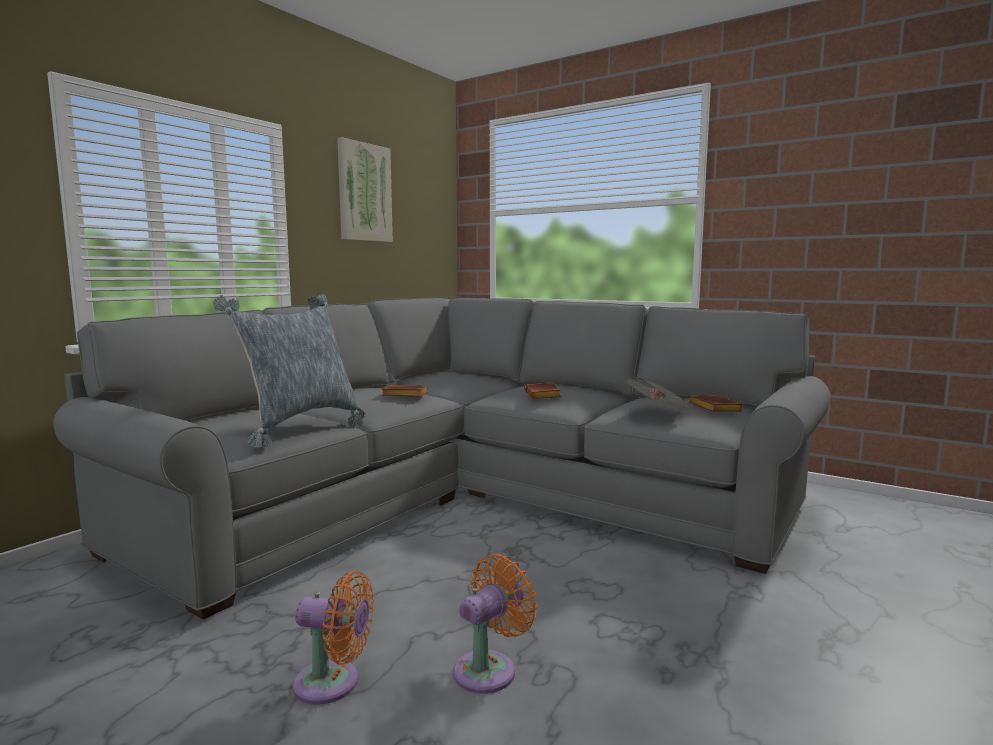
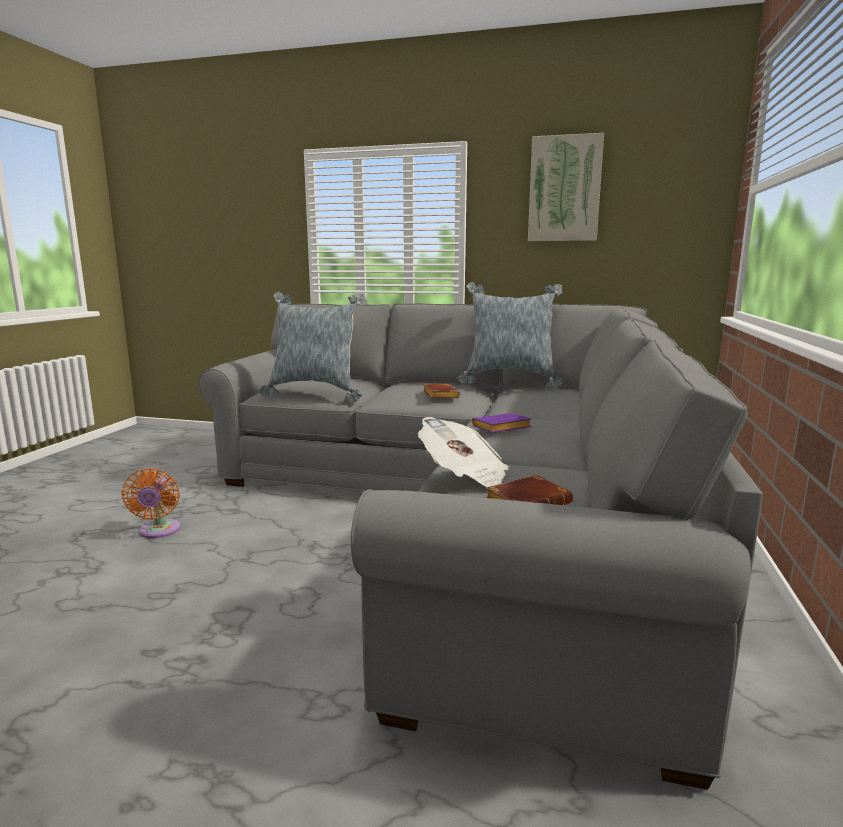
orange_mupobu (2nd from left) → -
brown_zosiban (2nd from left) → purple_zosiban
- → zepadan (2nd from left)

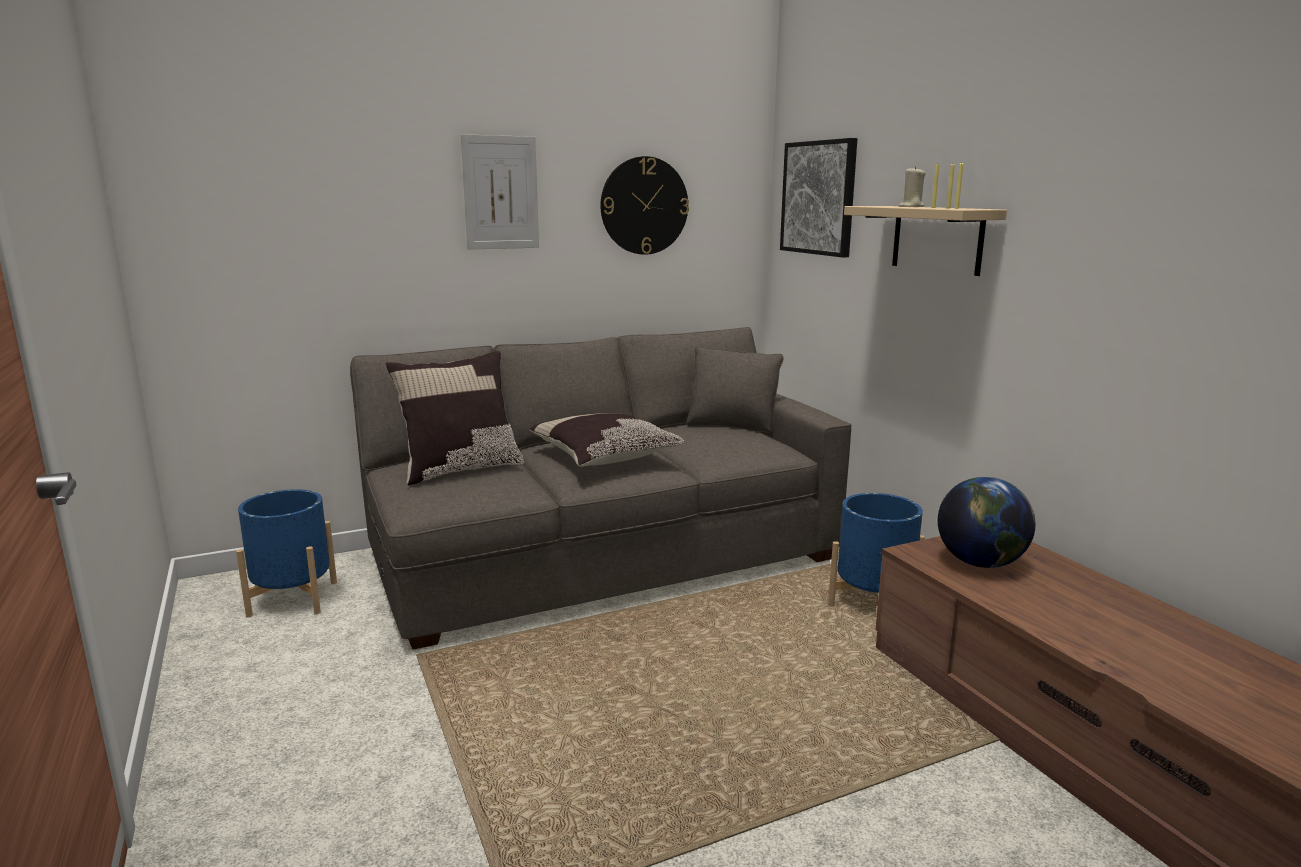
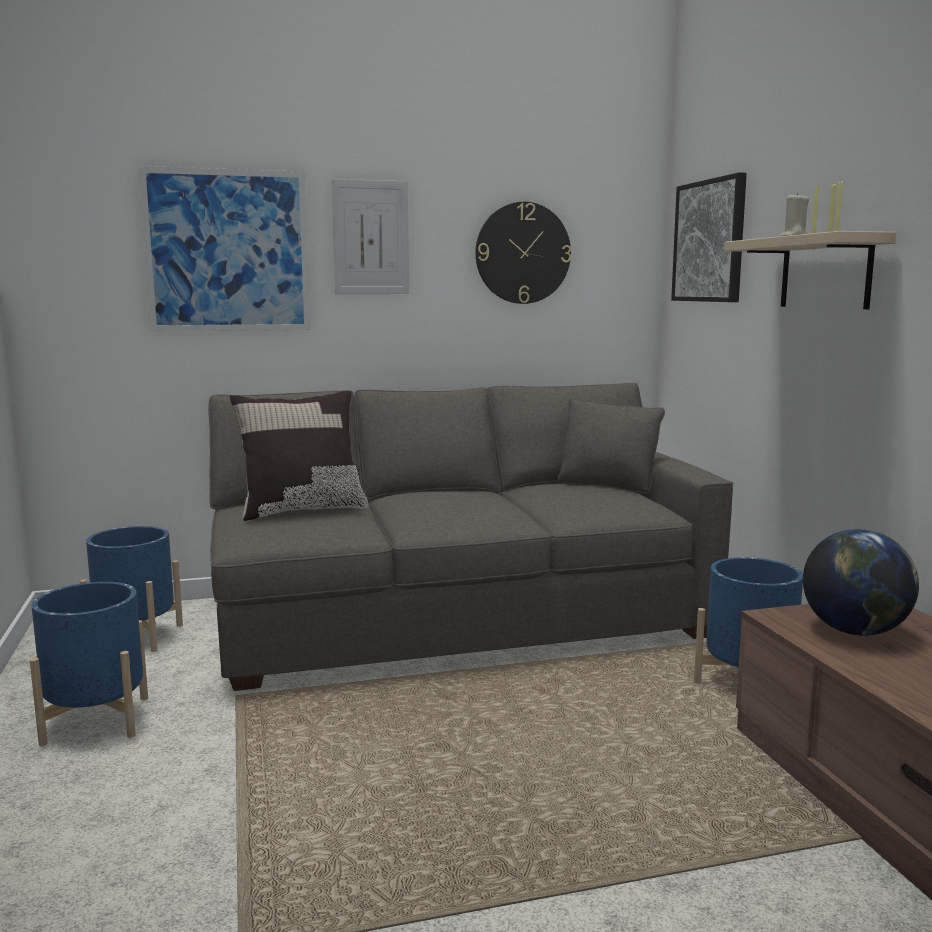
zepadan (2nd from left) → -
- → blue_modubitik (1st from left)
- → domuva (1st from left)

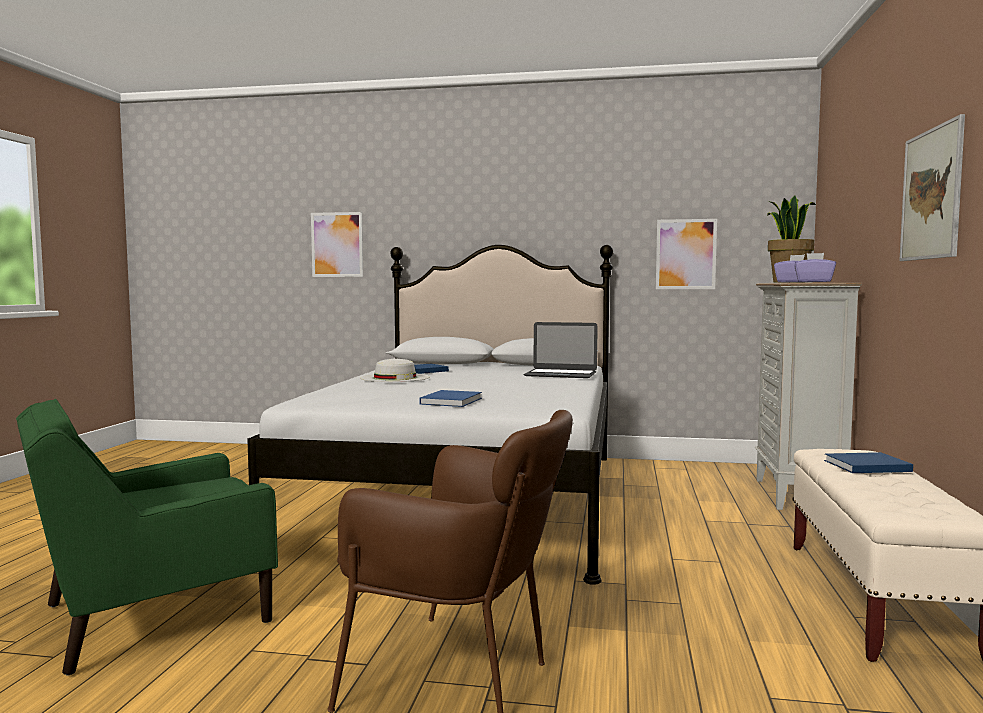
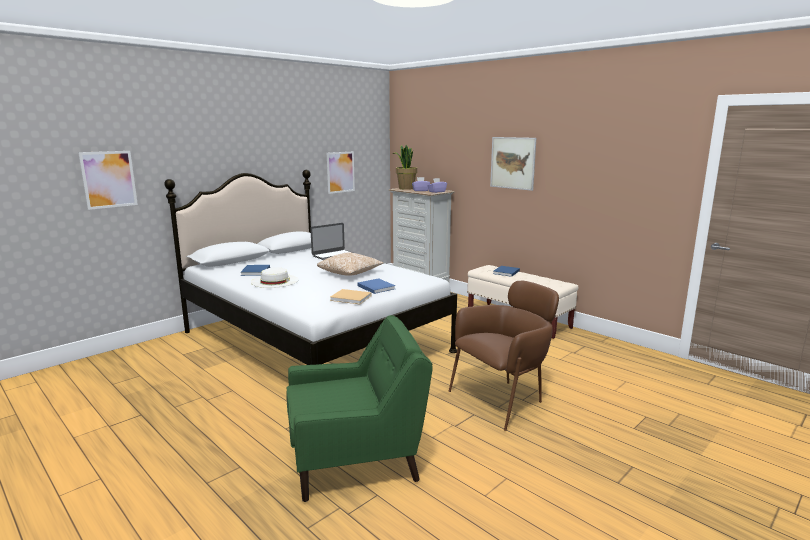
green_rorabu, 105 degrees counterclockwise
- → zepadan
- → beige_zosiban

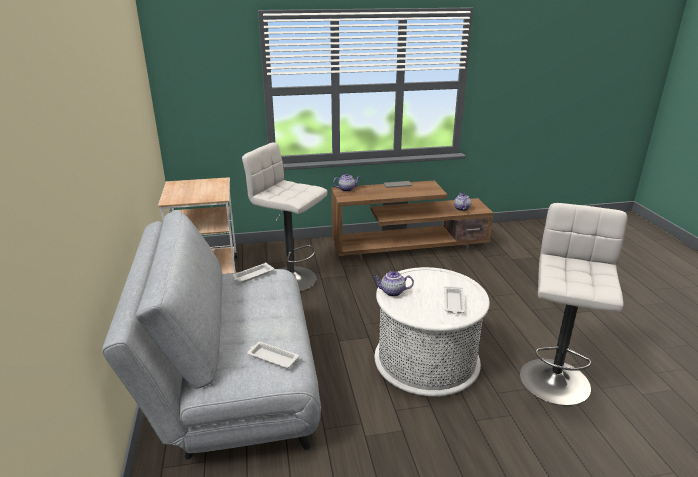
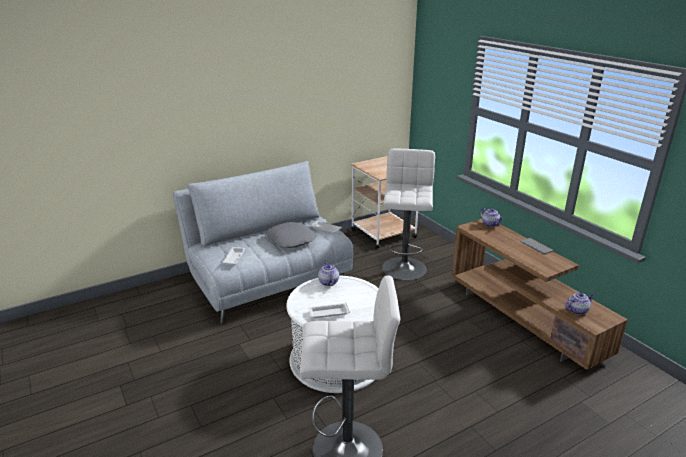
- → grey_zepadan

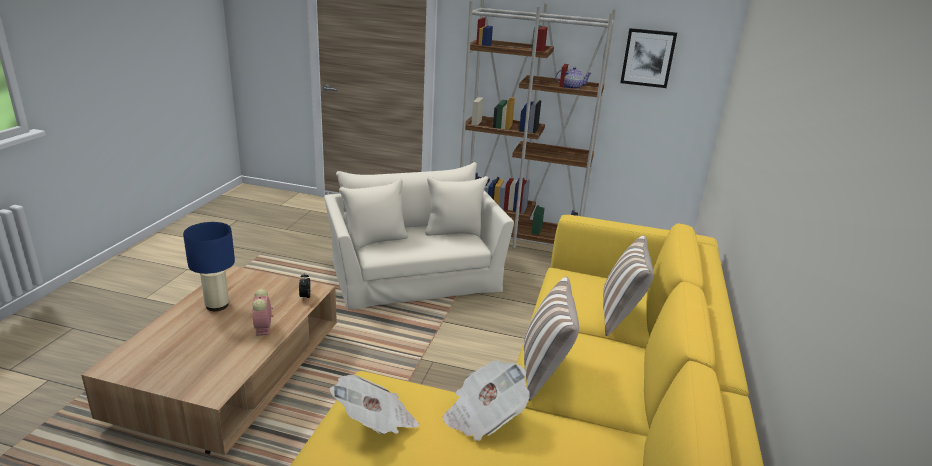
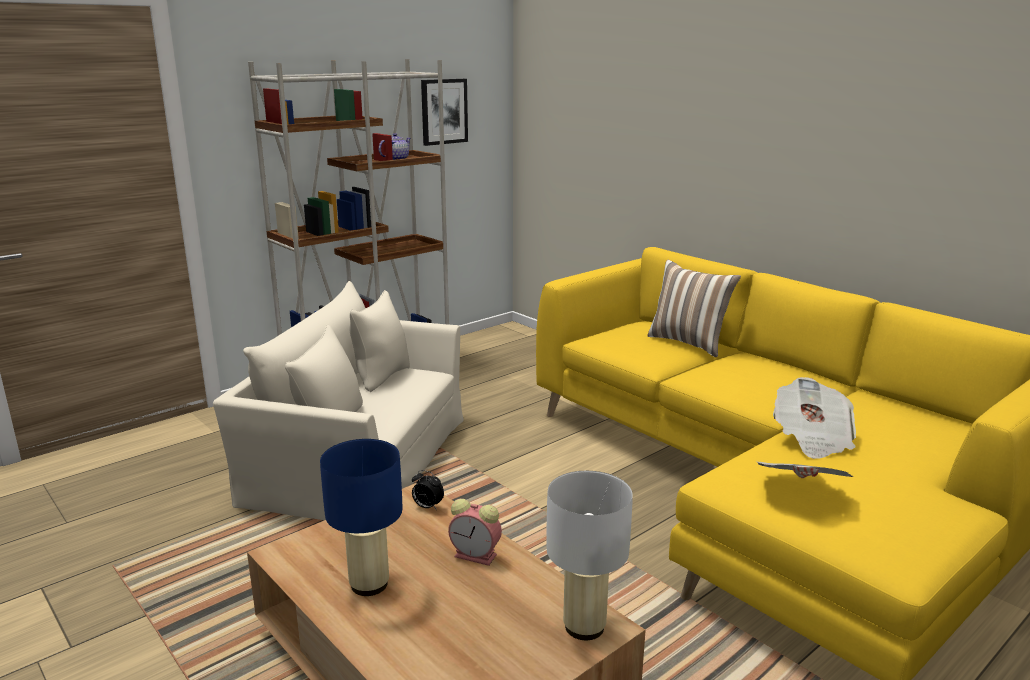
zepadan (1st from left) → -
- → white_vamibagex

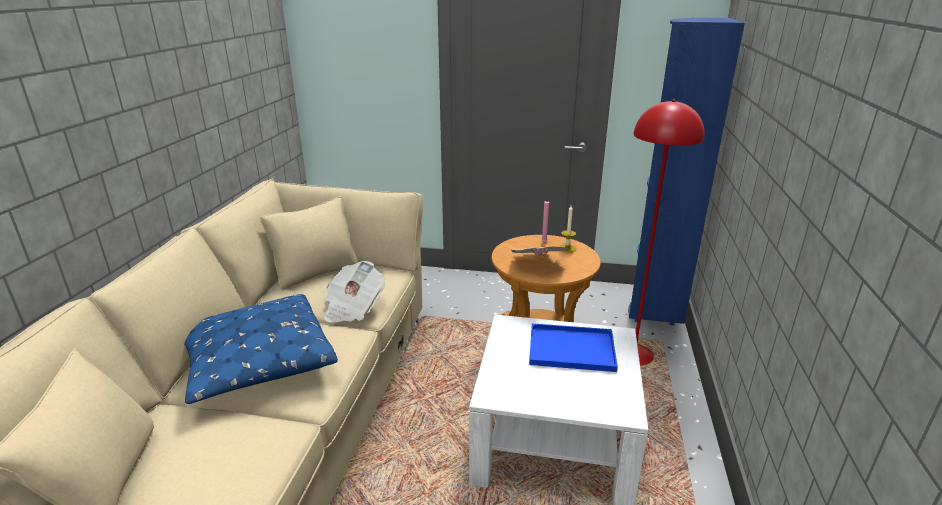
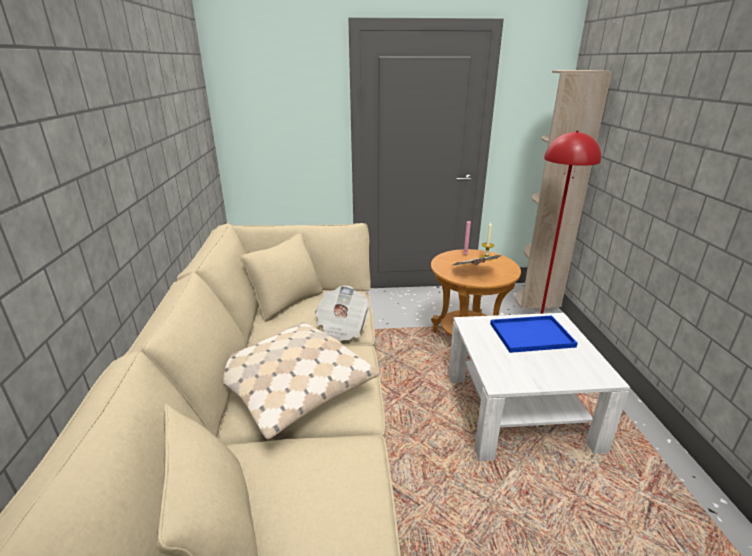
blue_zepadan → beige_zepadan
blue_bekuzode → beige_bekuzode

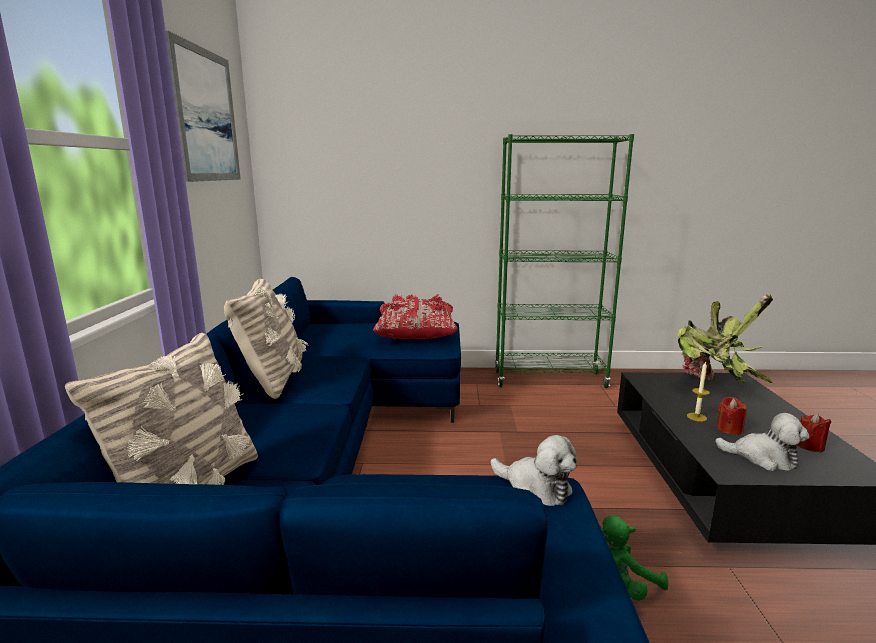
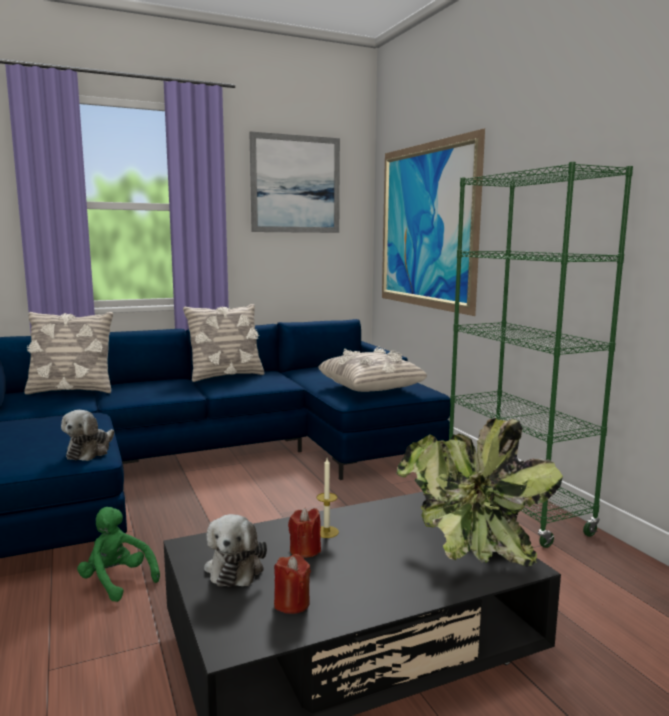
red_zepadan → beige_zepadan (3rd from left)
- → domuva (2nd from left)

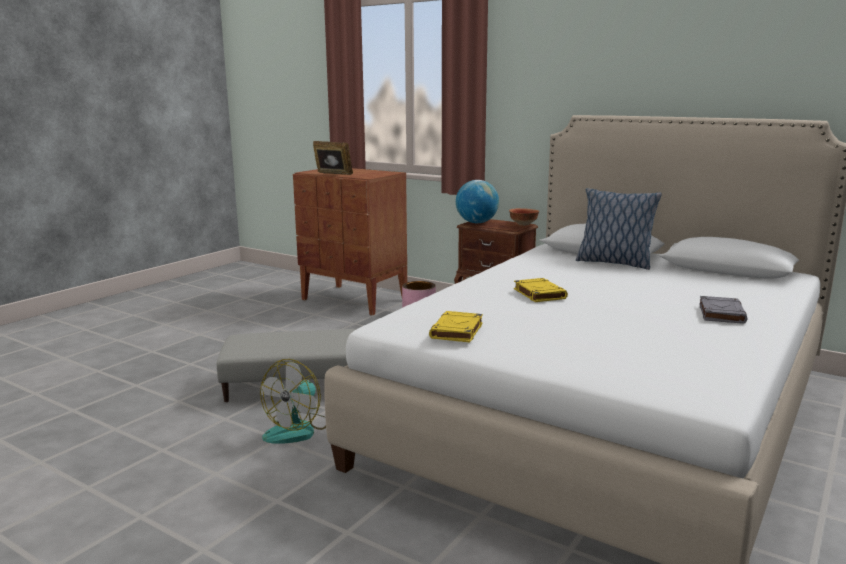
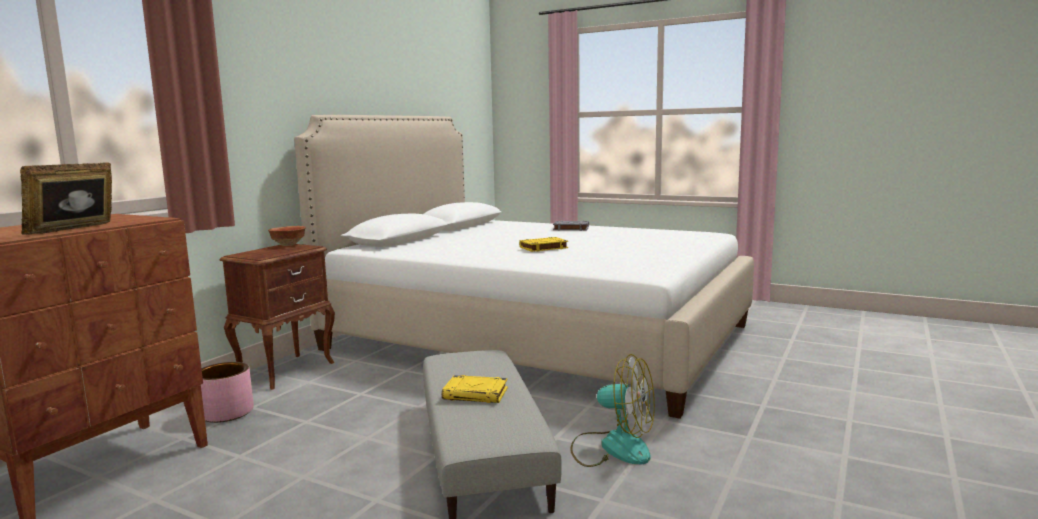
yellow_zosiban (1st from left), moved
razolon → -
zepadan → -

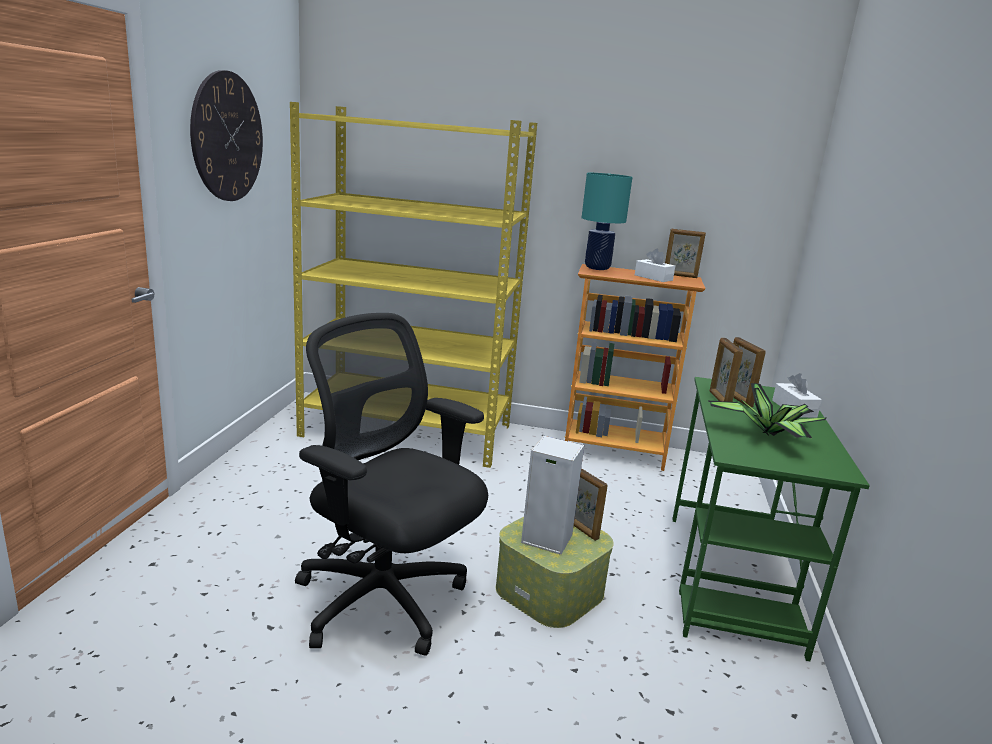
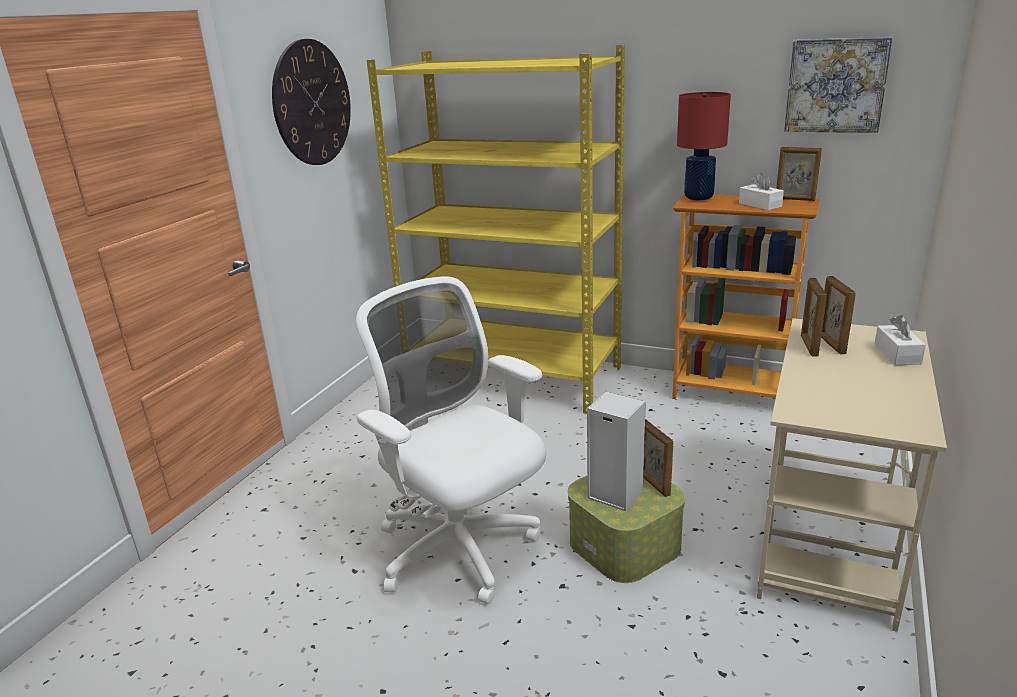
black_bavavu → white_bavavu
turquoise_vamibagex → red_vamibagex
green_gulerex → beige_gulerex
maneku → -
- → domuva

